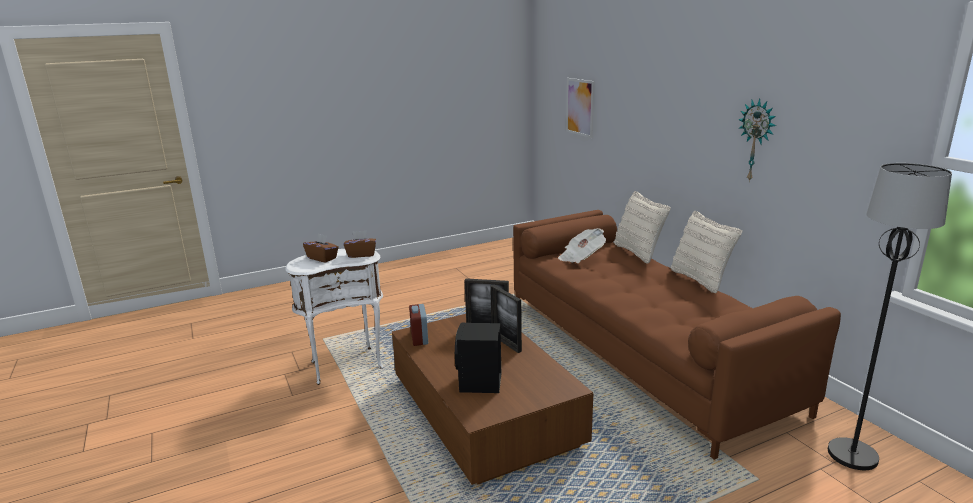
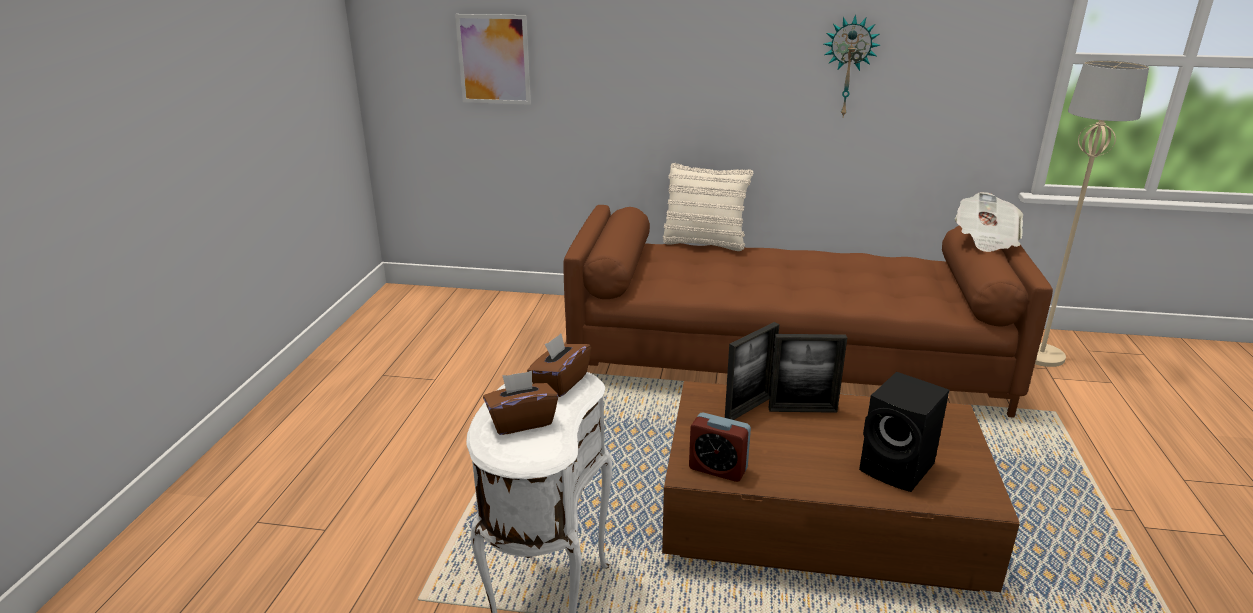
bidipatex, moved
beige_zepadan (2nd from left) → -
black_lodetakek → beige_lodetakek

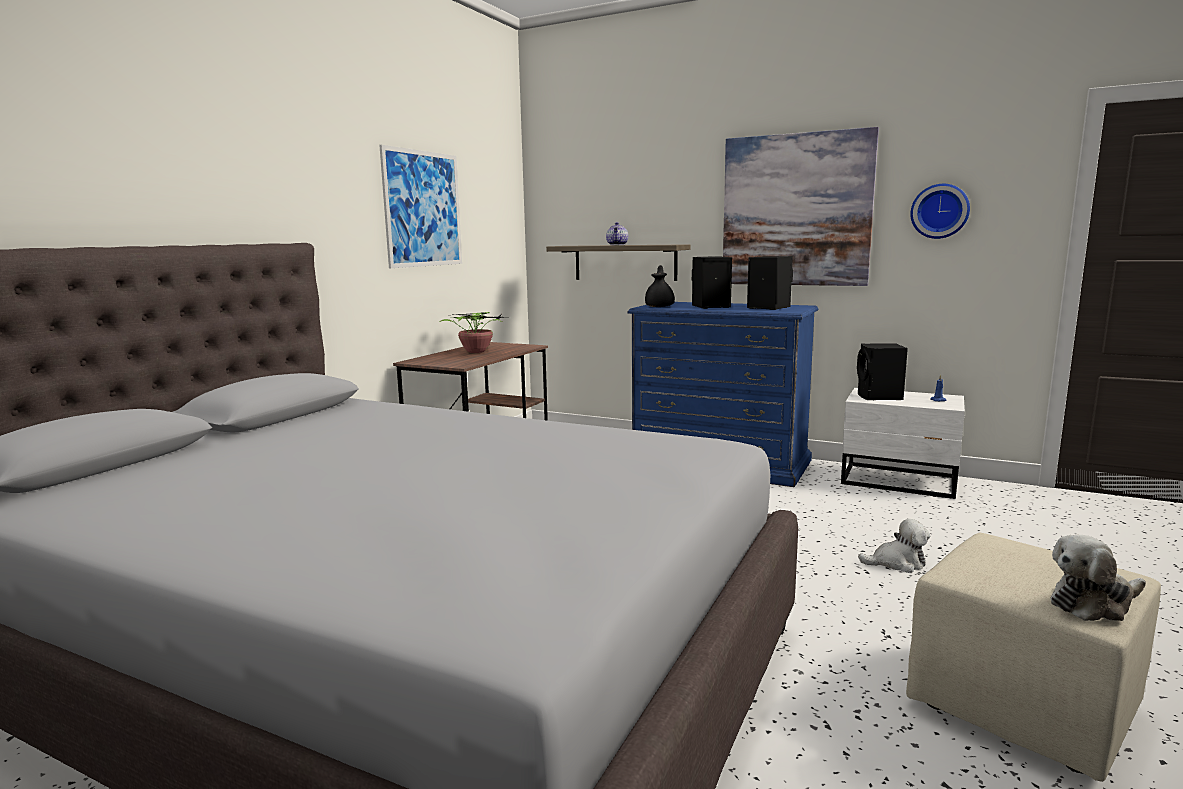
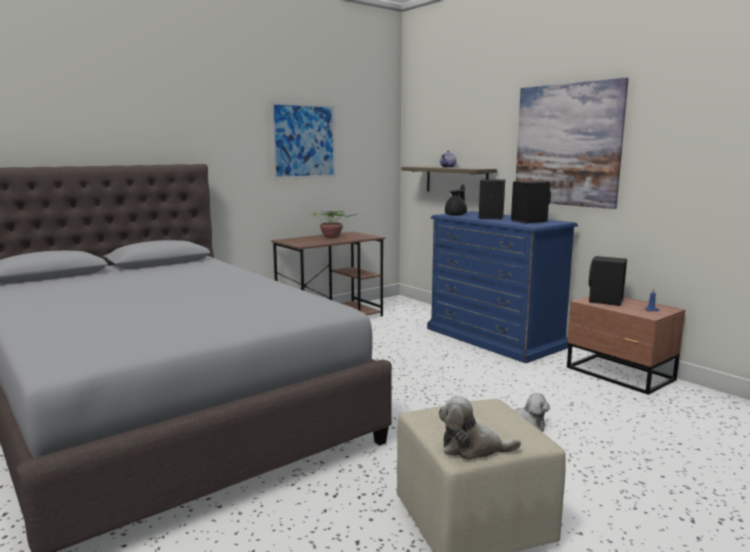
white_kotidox → brown_kotidox
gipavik → -

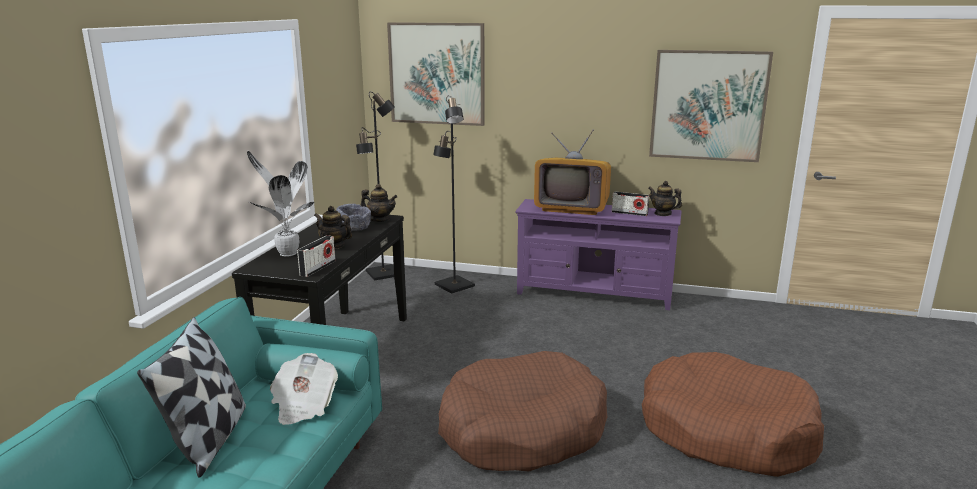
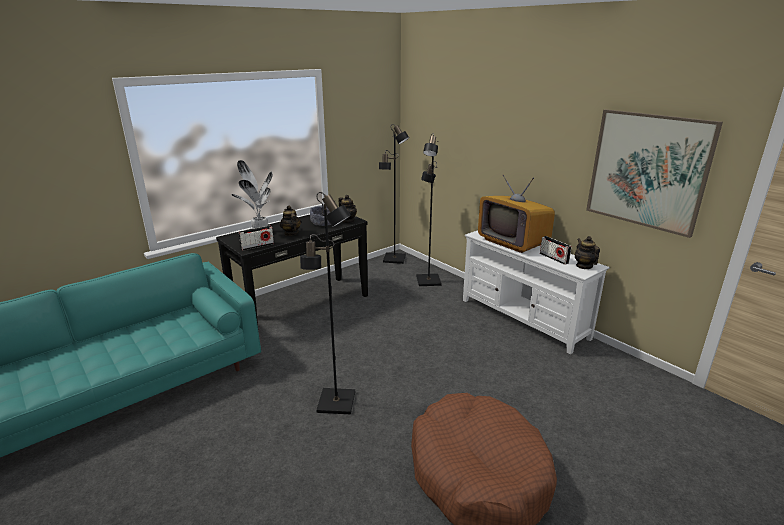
zepadan → -
bidipatex → -
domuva (1st from left) → -
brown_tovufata (1st from left) → black_lodetakek (1st from left)
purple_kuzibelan → white_kuzibelan

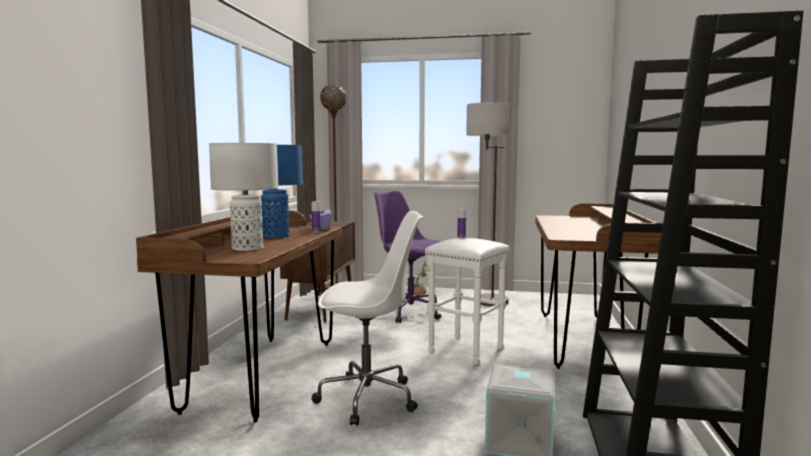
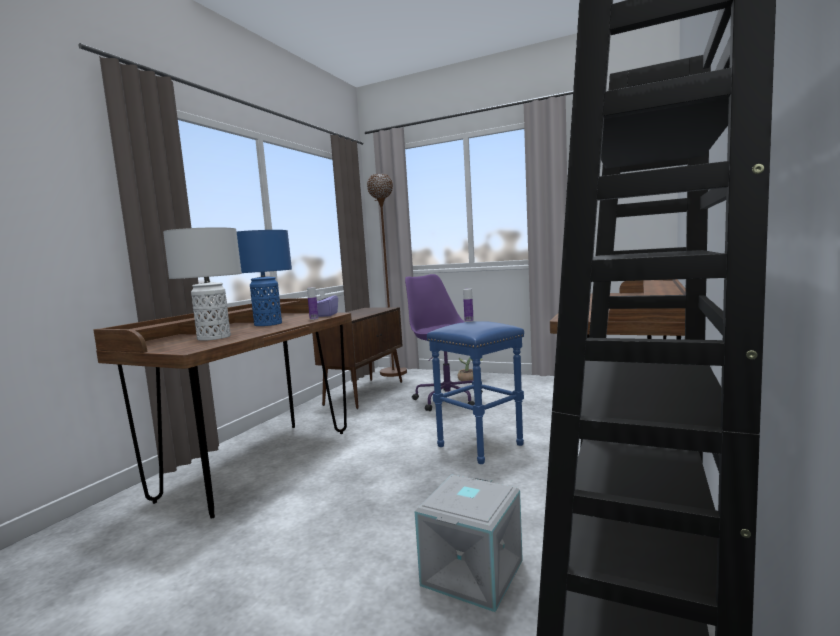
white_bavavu → -
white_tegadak → blue_tegadak
grey_lodetakek → -

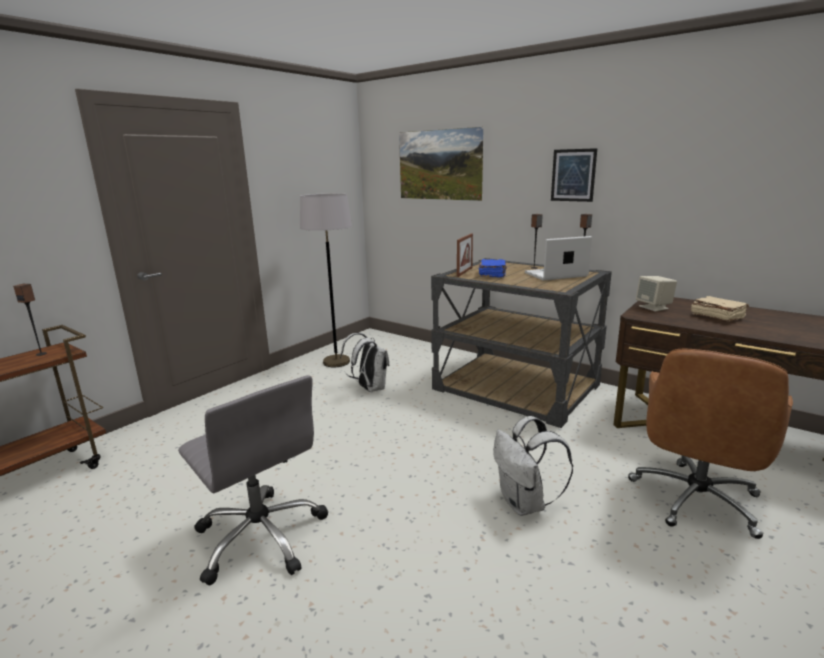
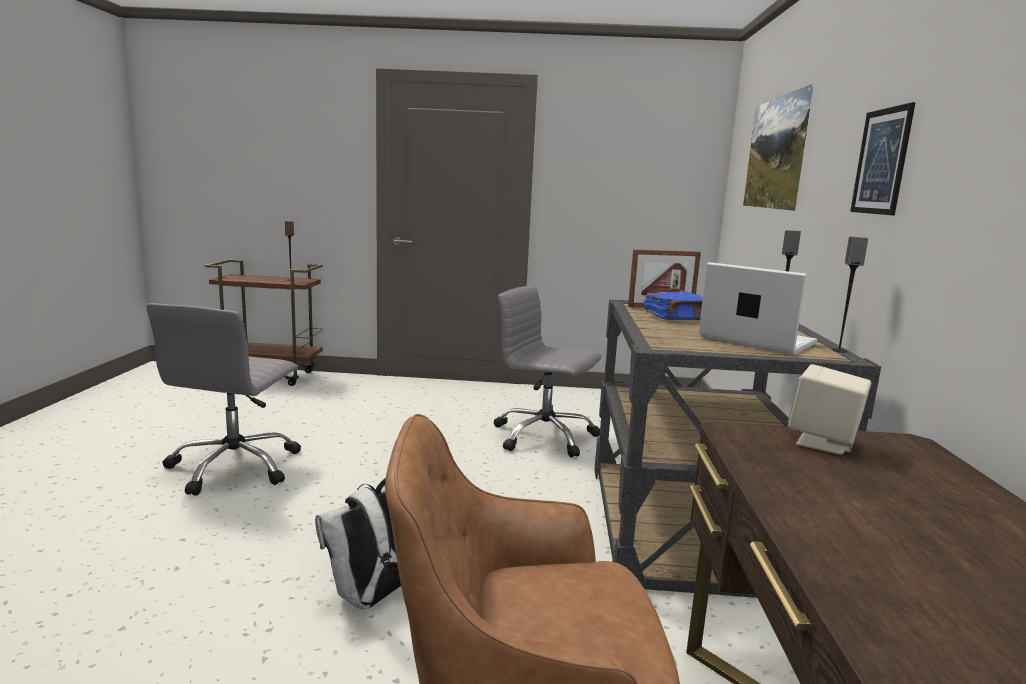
grey_lodetakek → -
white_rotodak (1st from left) → grey_bavavu (2nd from left)
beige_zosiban → -

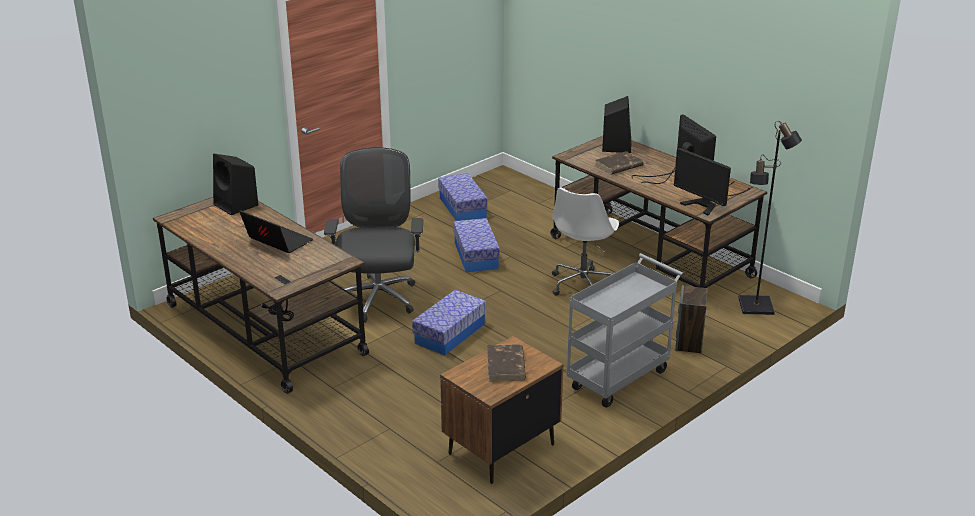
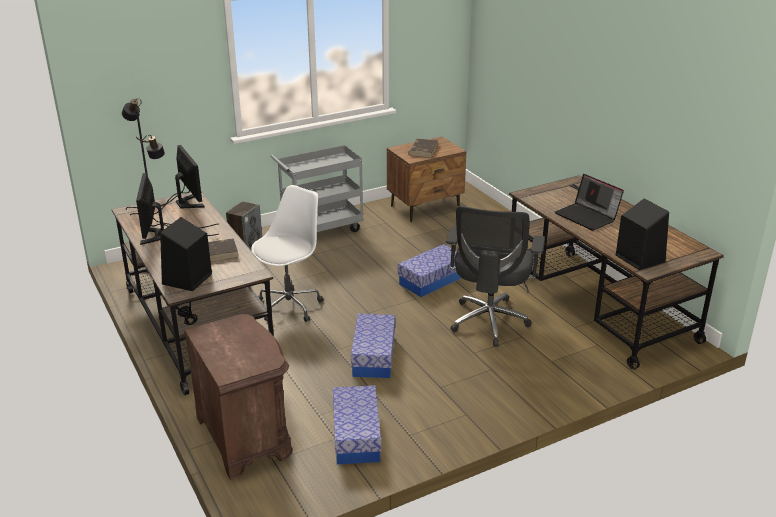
- → brown_kotidox (1st from left)

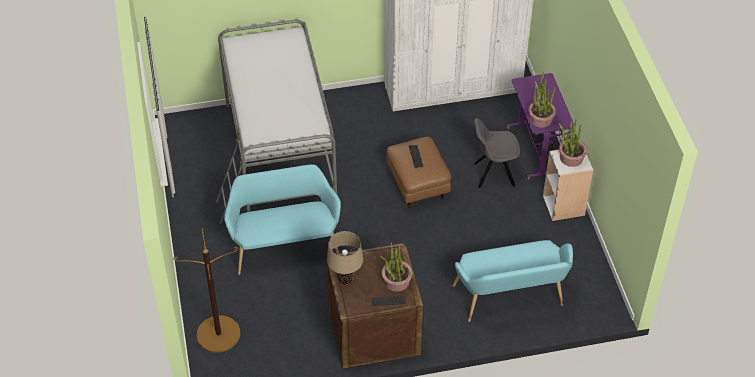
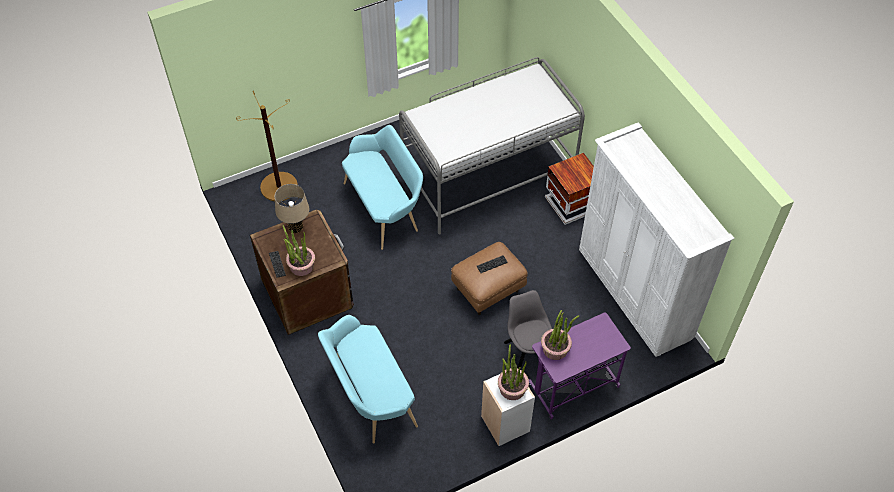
- → kotidox

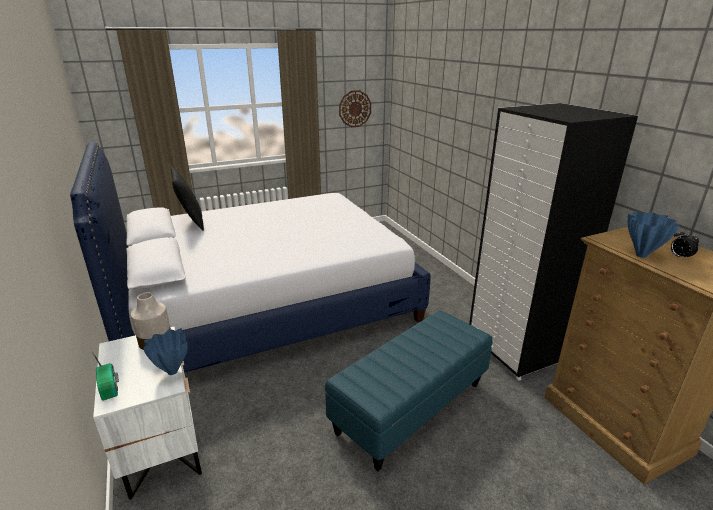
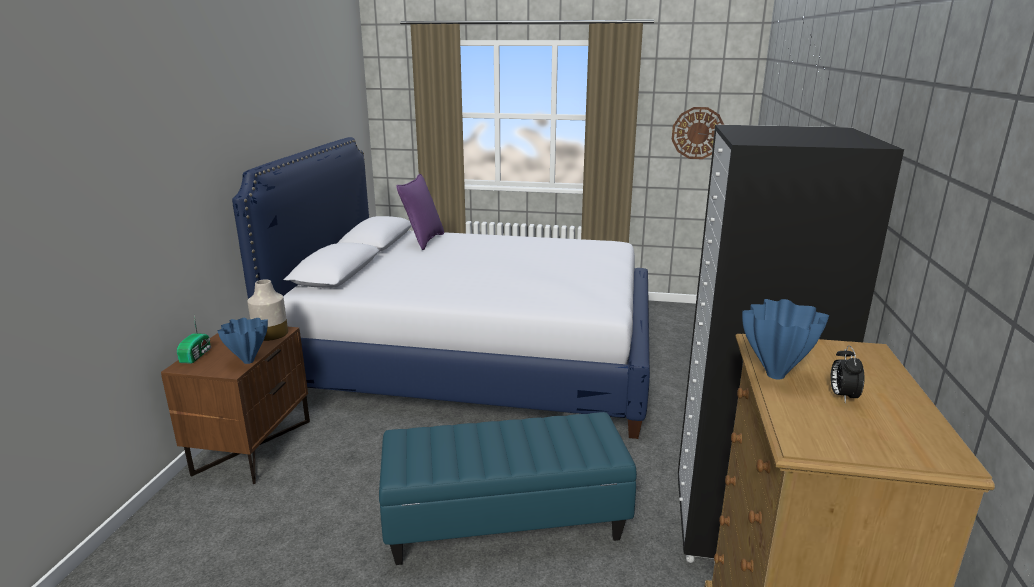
white_kotidox → brown_kotidox
black_zepadan → purple_zepadan

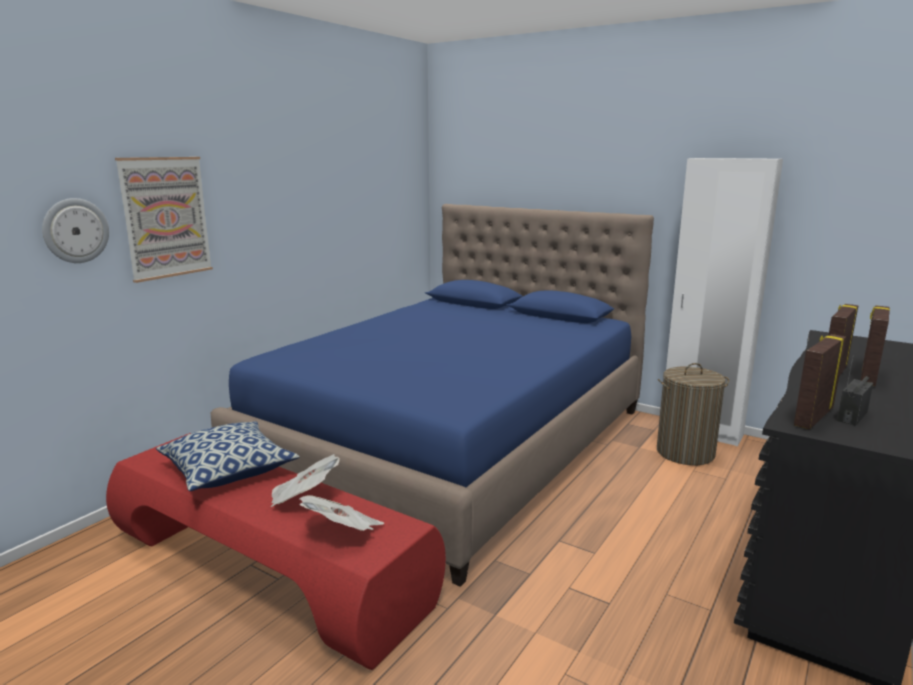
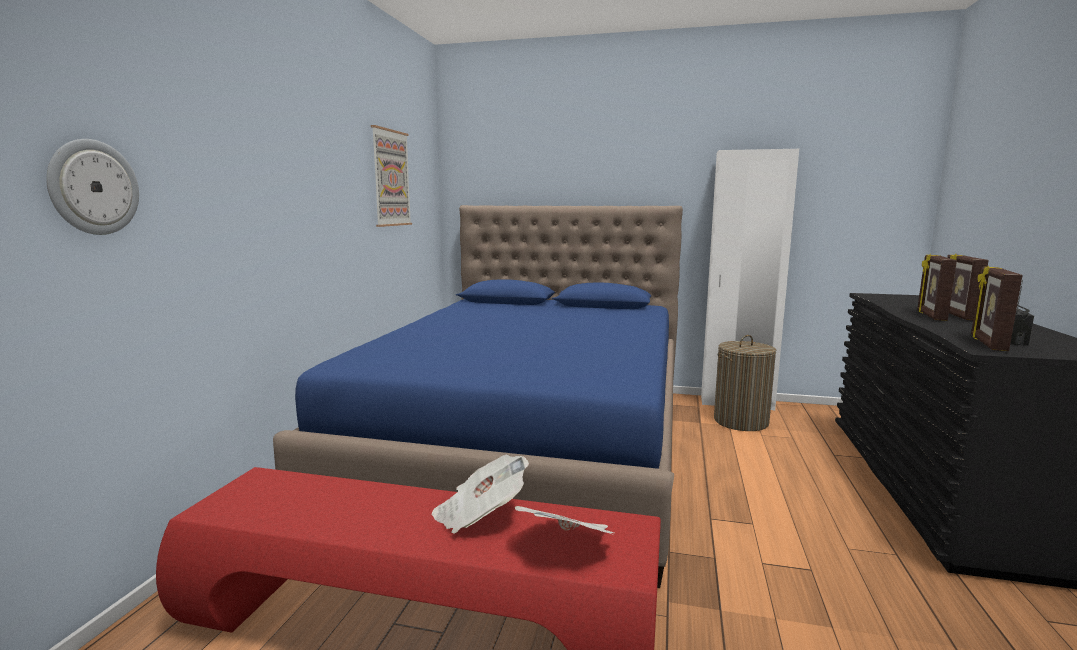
domuva, moved
zepadan → -

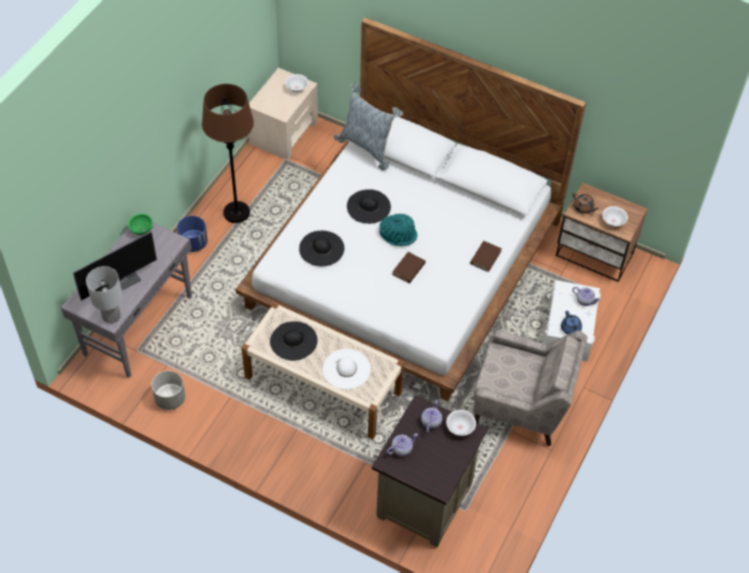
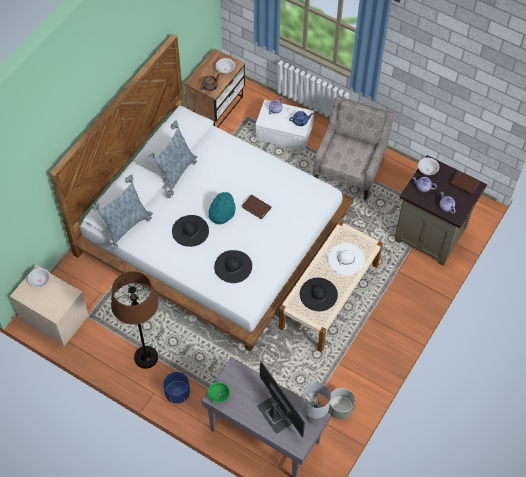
brown_zosiban (2nd from left), moved
- → zepadan (2nd from left)

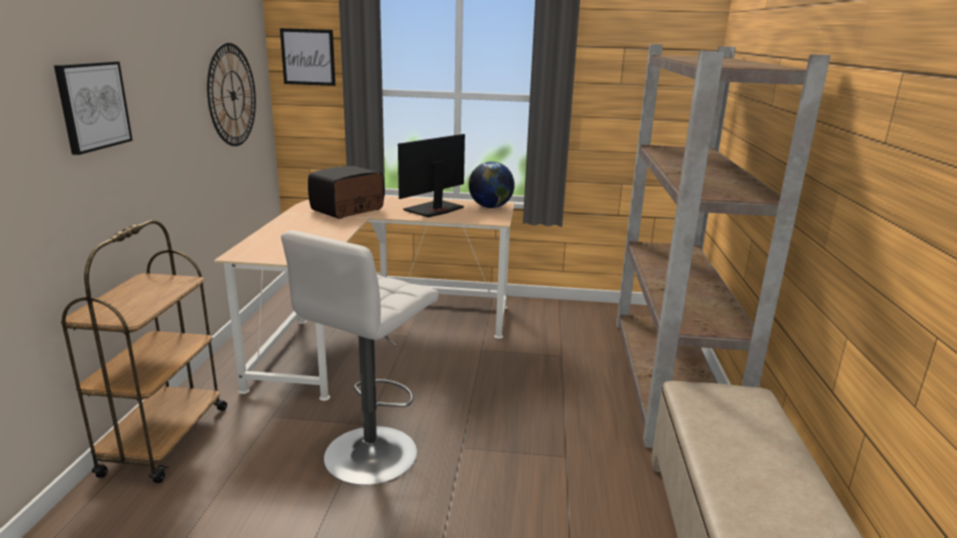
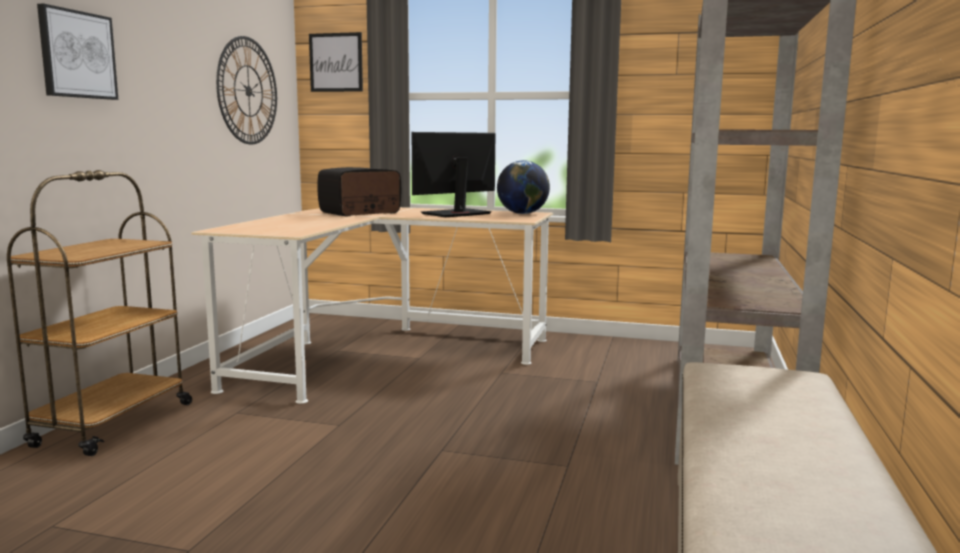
white_tegadak → -

